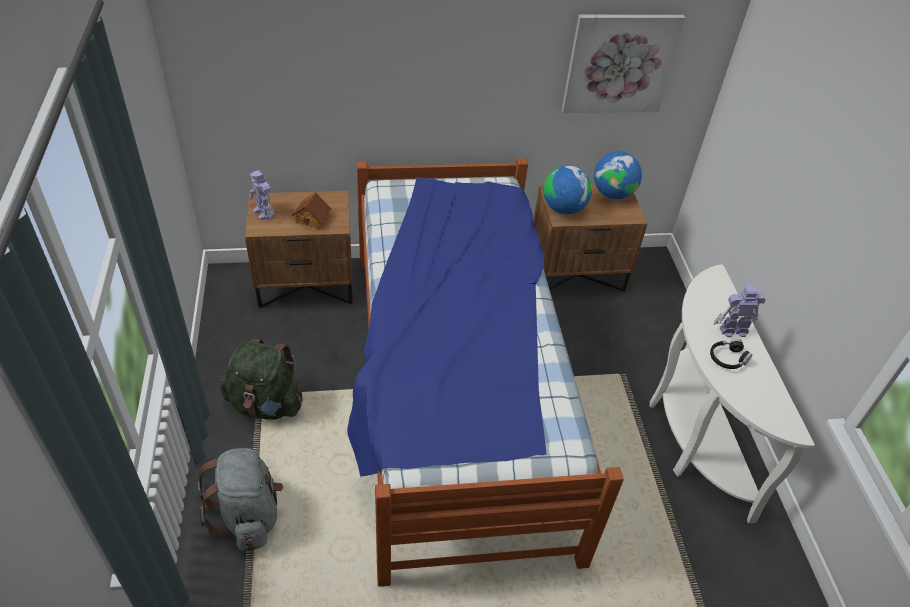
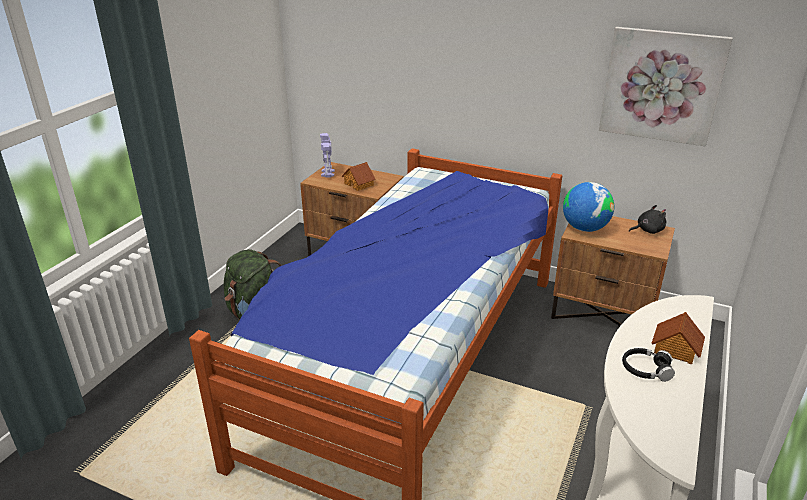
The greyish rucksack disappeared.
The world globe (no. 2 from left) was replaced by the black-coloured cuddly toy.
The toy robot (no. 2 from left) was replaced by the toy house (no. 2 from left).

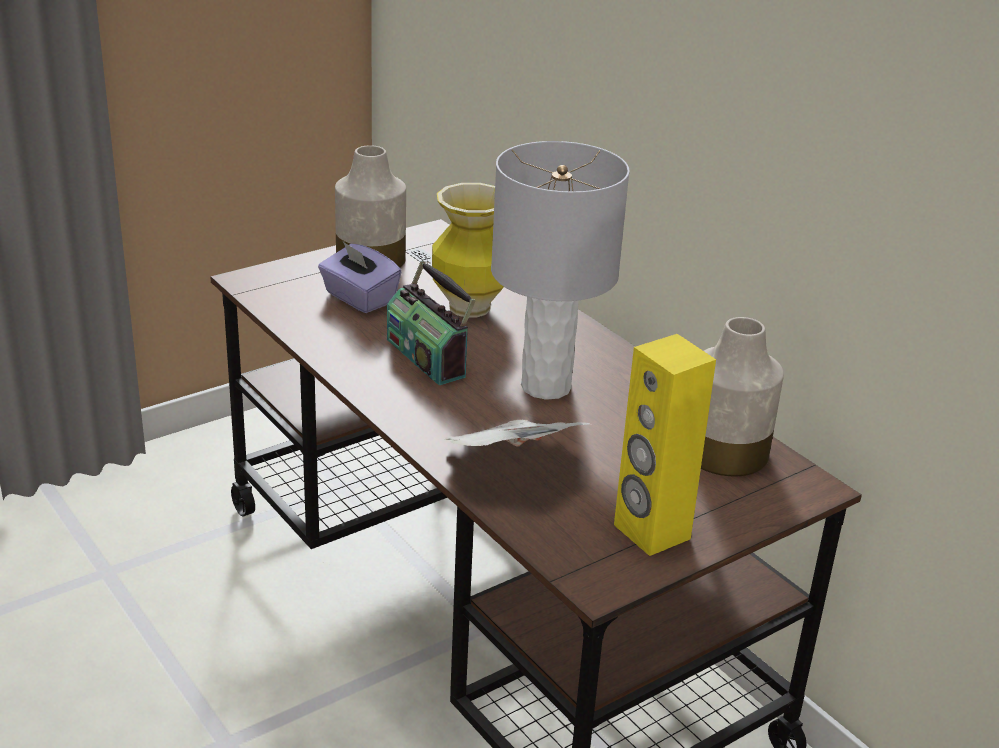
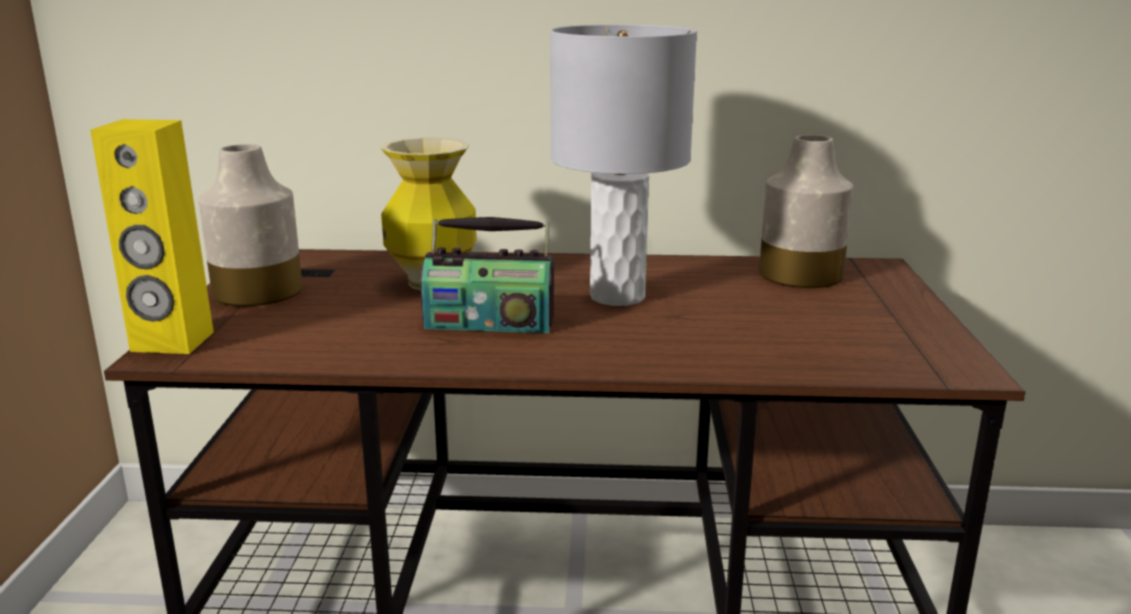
The purplish box of tissues disappeared.
The newspaper disappeared.
The yellow audio speaker moved.

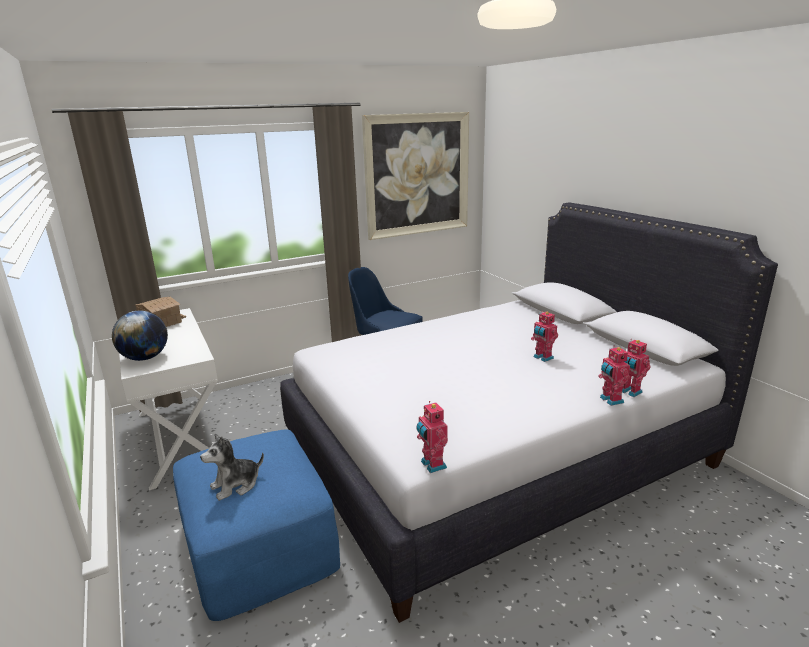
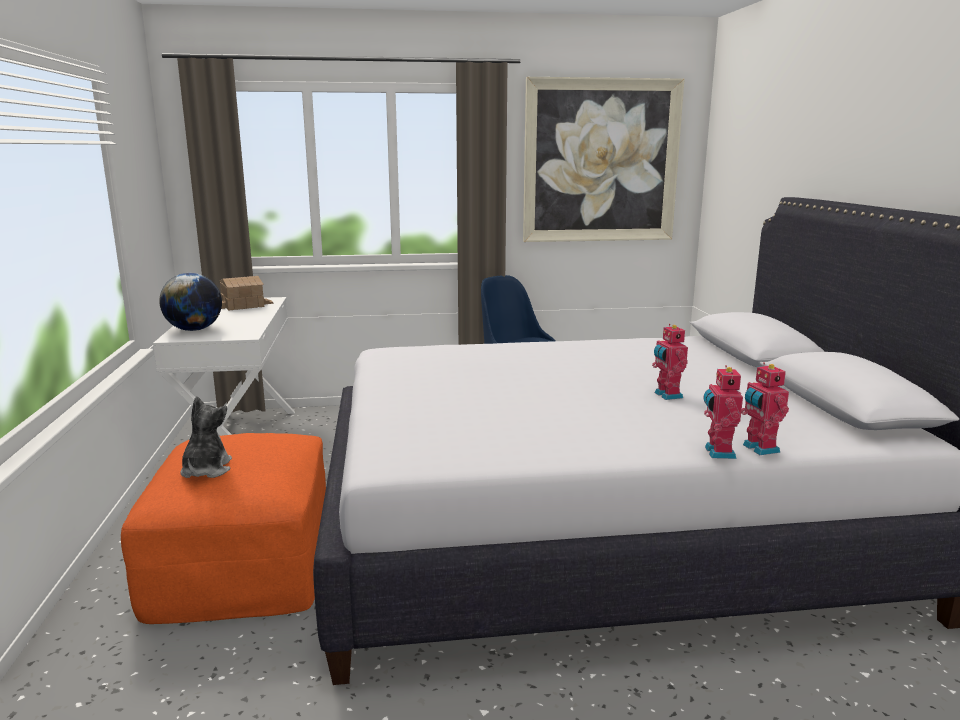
The blue ottoman became the orange-coloured ottoman.
The cuddly toy turned 105 degrees clockwise.
The toy robot (no. 1 from left) disappeared.

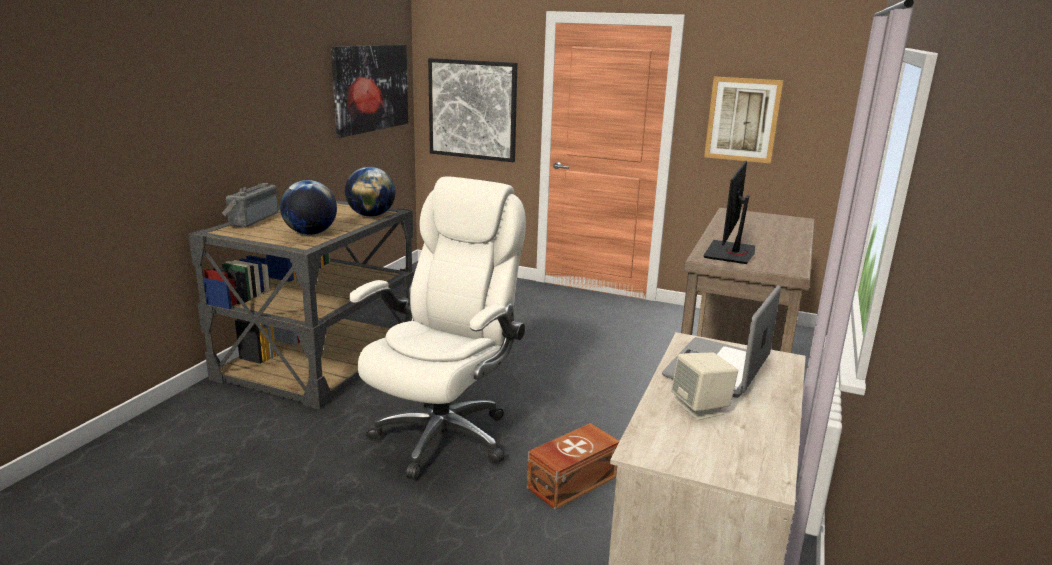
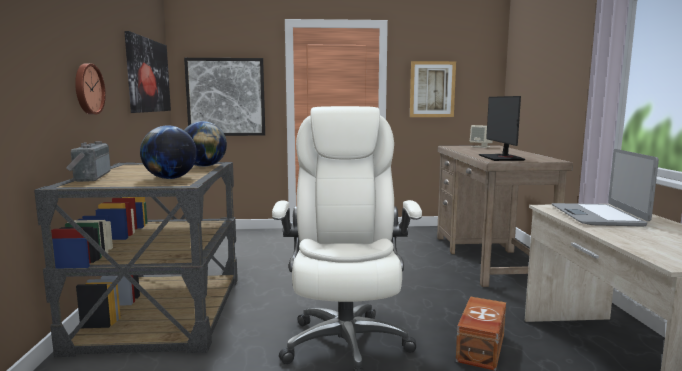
The beige-coloured audio speaker moved.
The hanging clock appeared.

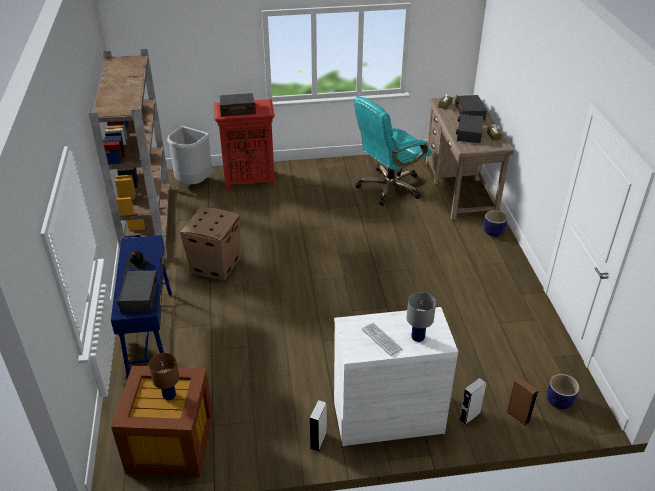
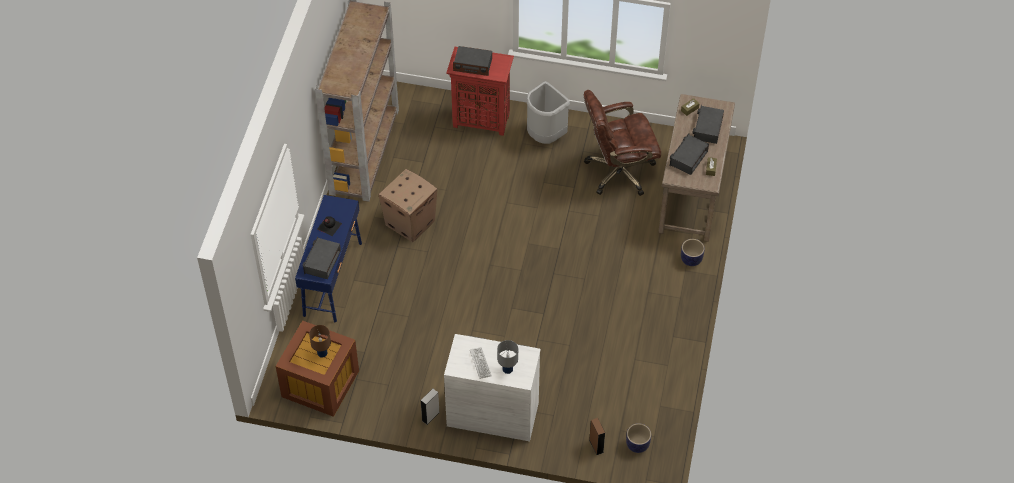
The greyish waste bin moved.
The blue-green desk chair became the brown desk chair.
The greyish audio speaker (no. 2 from left) disappeared.

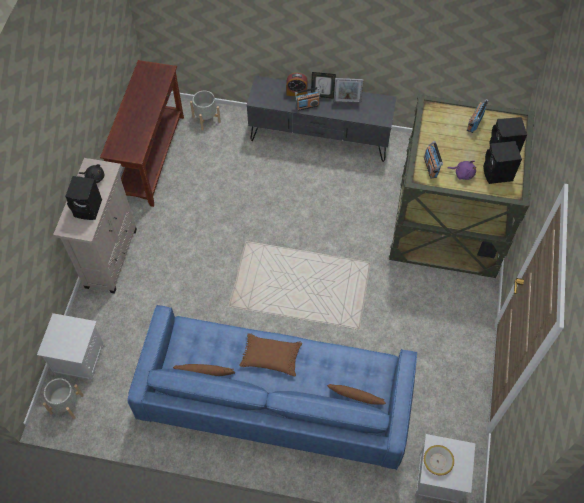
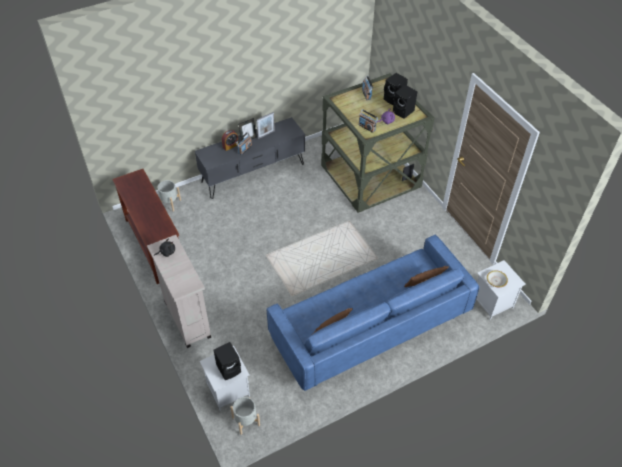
The black-coloured audio speaker (no. 1 from left) moved.
The brown throw pillow (no. 2 from left) disappeared.

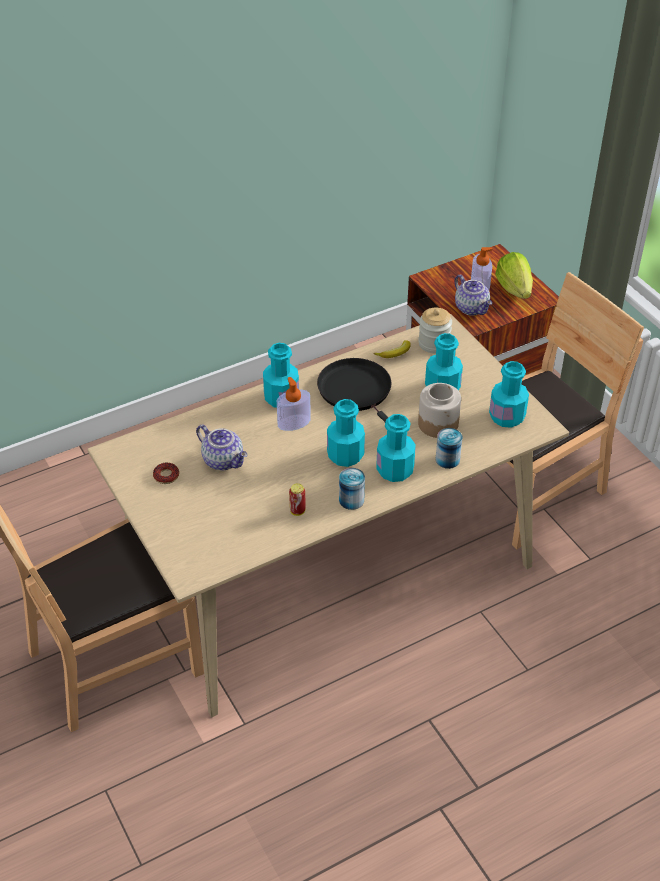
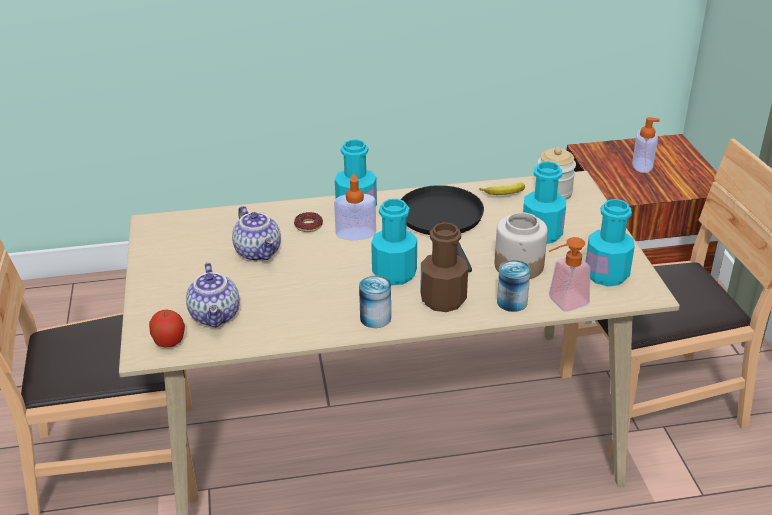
The donut moved.
The can (no. 1 from left) disappeared.
The blue-green beverage bottle (no. 3 from left) became the brown beverage bottle.
The pot for tea (no. 2 from left in the first image) moved.
The lettuce disappeared.
The whole apple appeared.
The soap bottle (no. 2 from left) appeared.

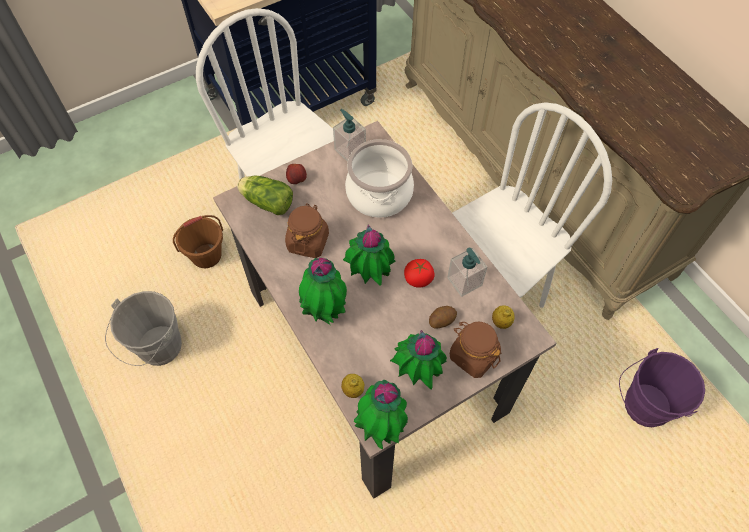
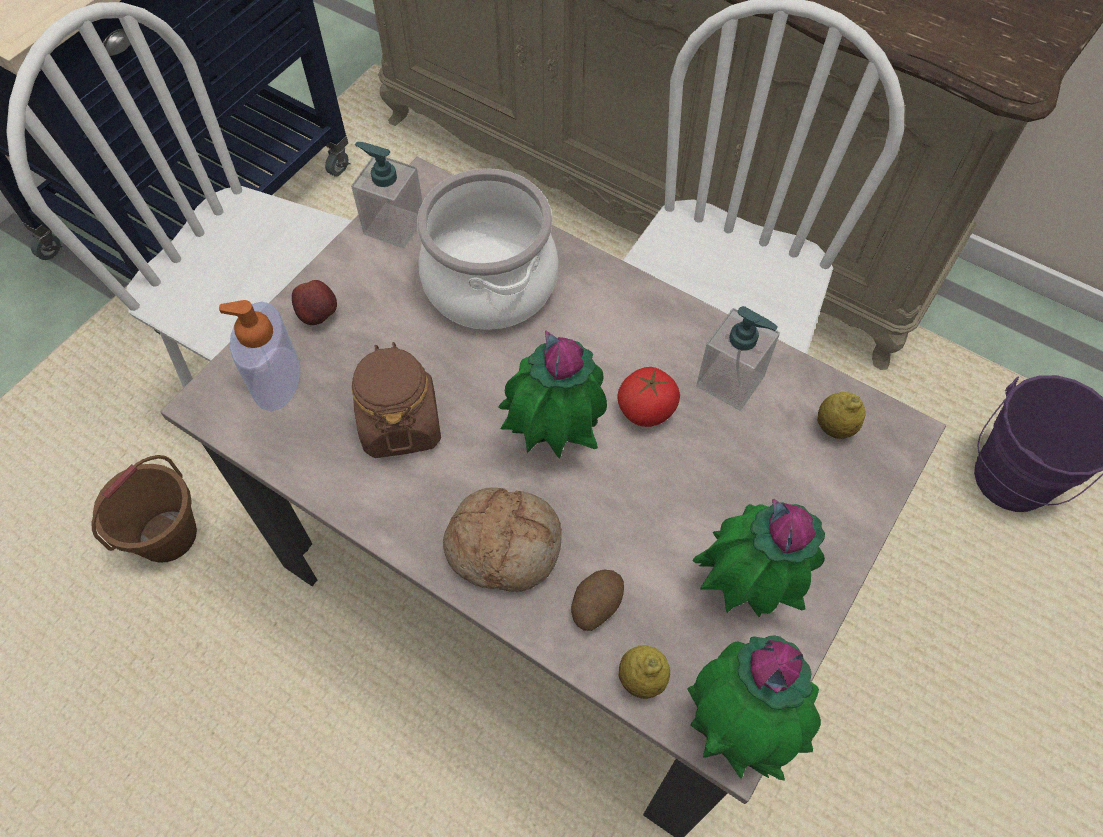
The greyish bucket disappeared.
The lettuce was replaced by the soap bottle (no. 1 from left).
The houseplant (no. 1 from left) was replaced by the bakery bread.
The whole potato moved.
The brown preserve jar (no. 2 from left) disappeared.

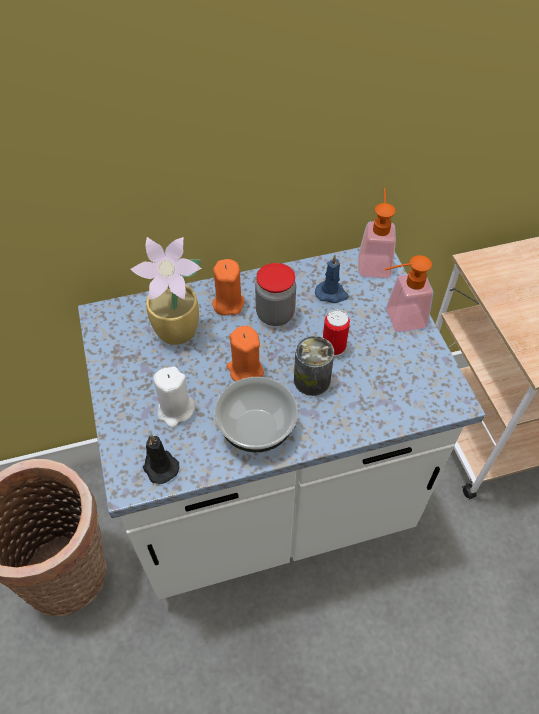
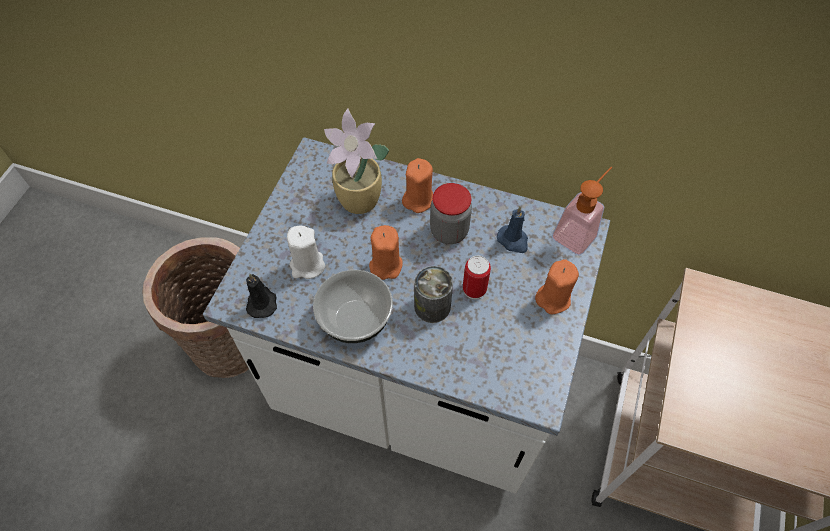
The soap bottle (no. 2 from left) was replaced by the orange-coloured wax candle (no. 3 from left).

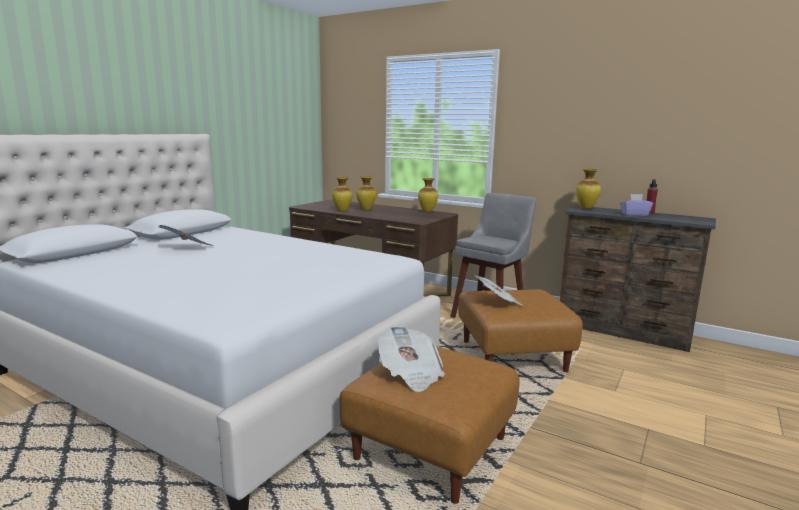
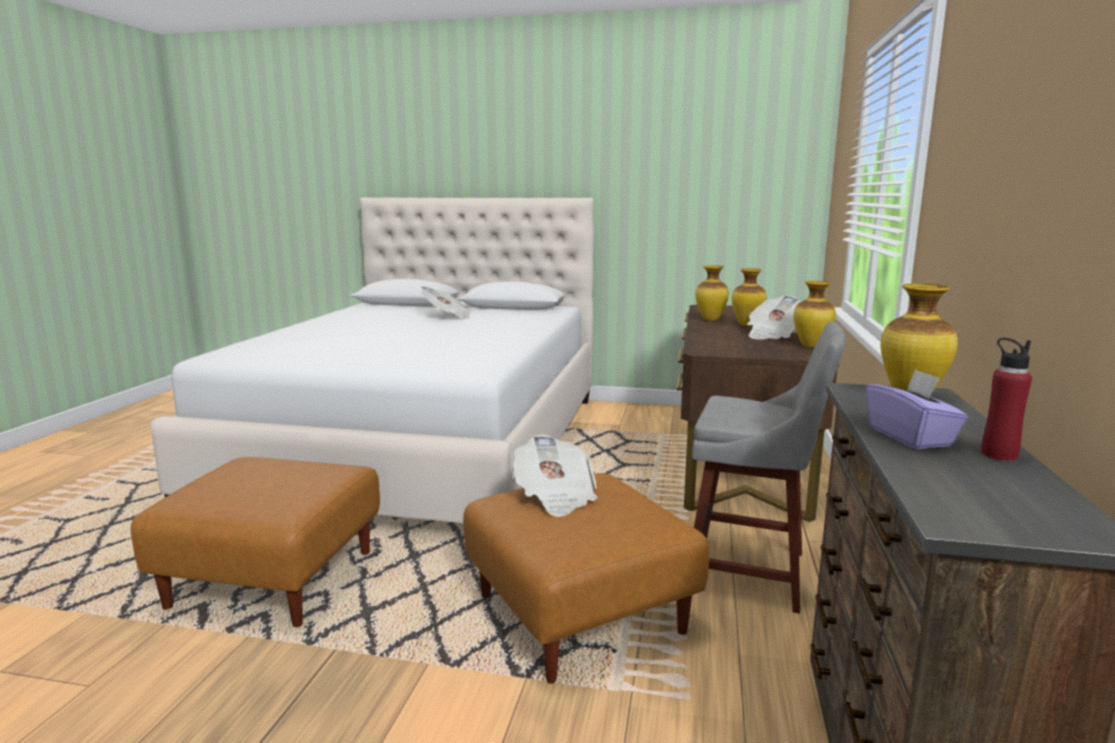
The newspaper (no. 2 from left in the first image) moved.

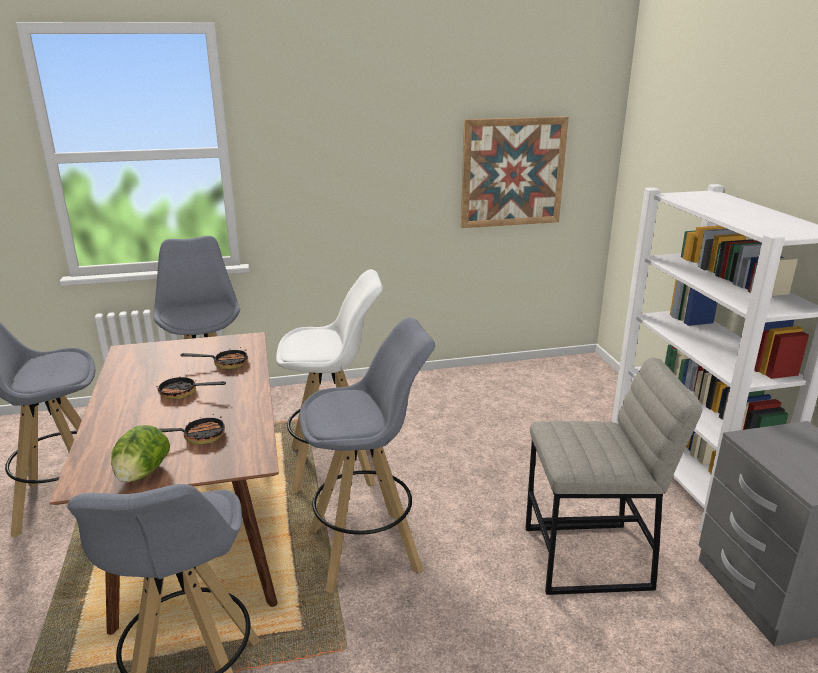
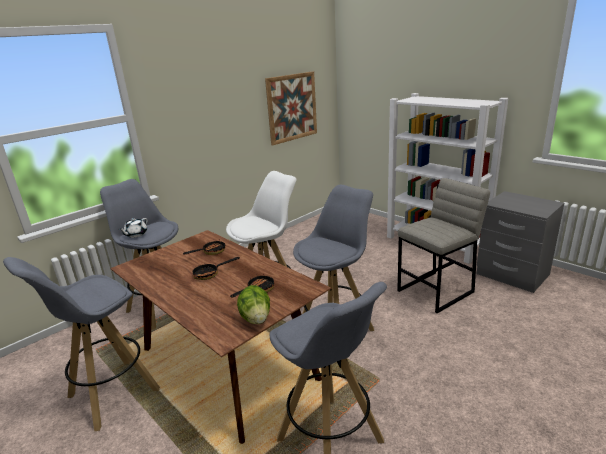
The white-coloured pot for tea appeared.

